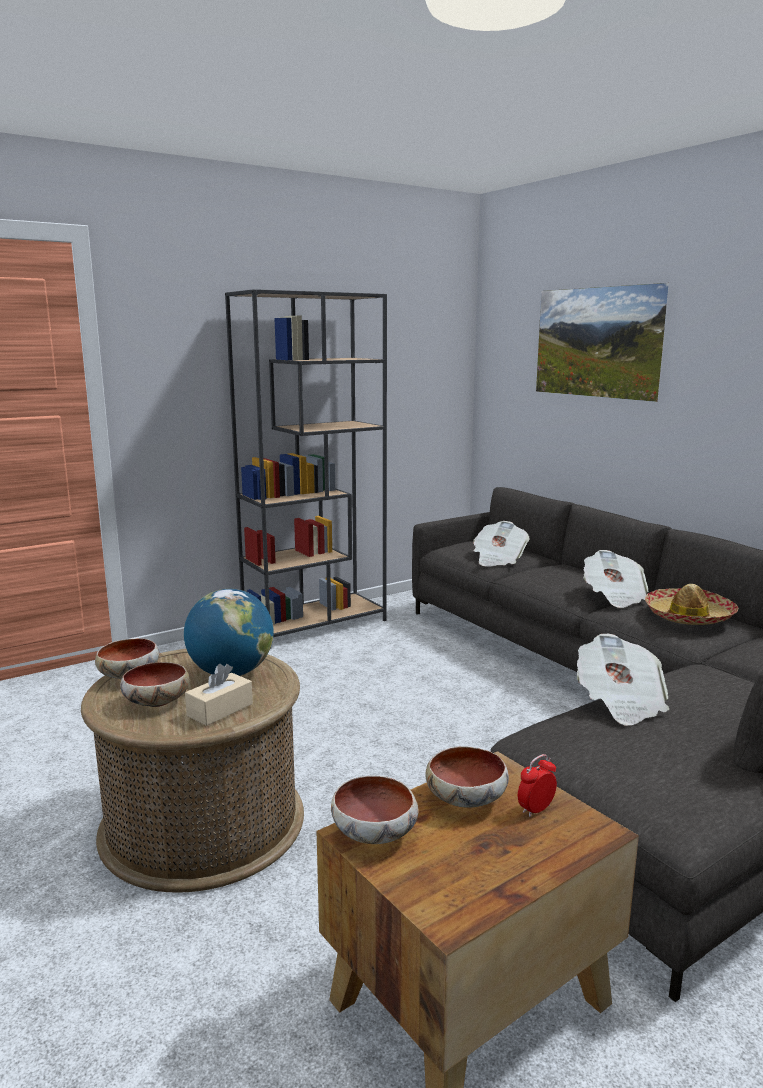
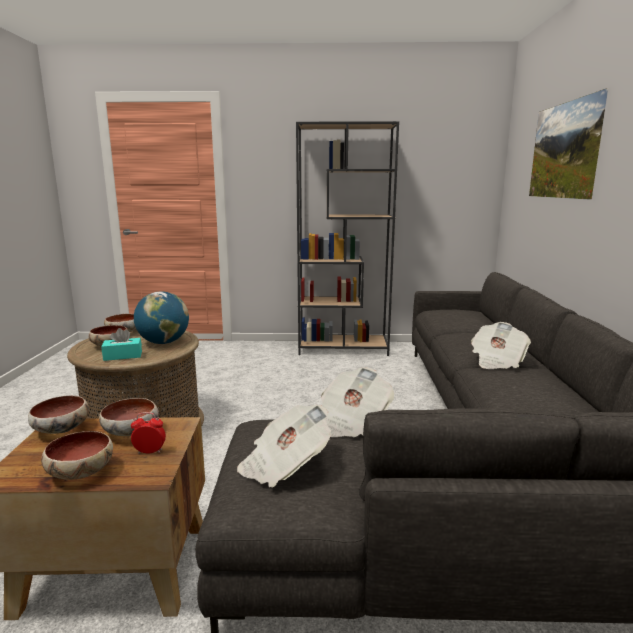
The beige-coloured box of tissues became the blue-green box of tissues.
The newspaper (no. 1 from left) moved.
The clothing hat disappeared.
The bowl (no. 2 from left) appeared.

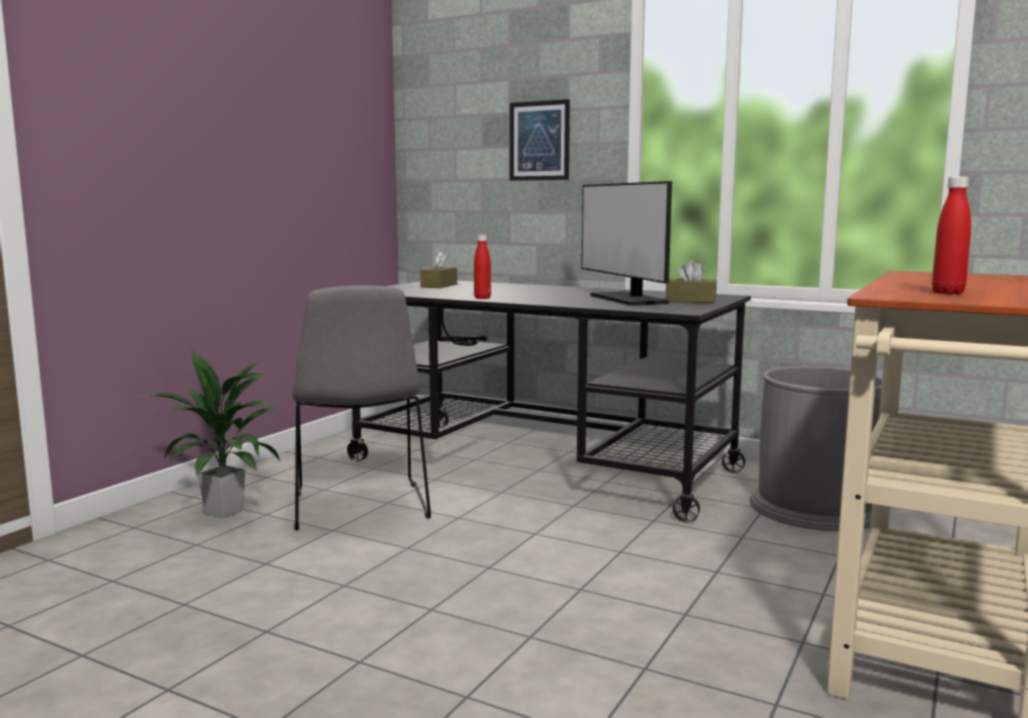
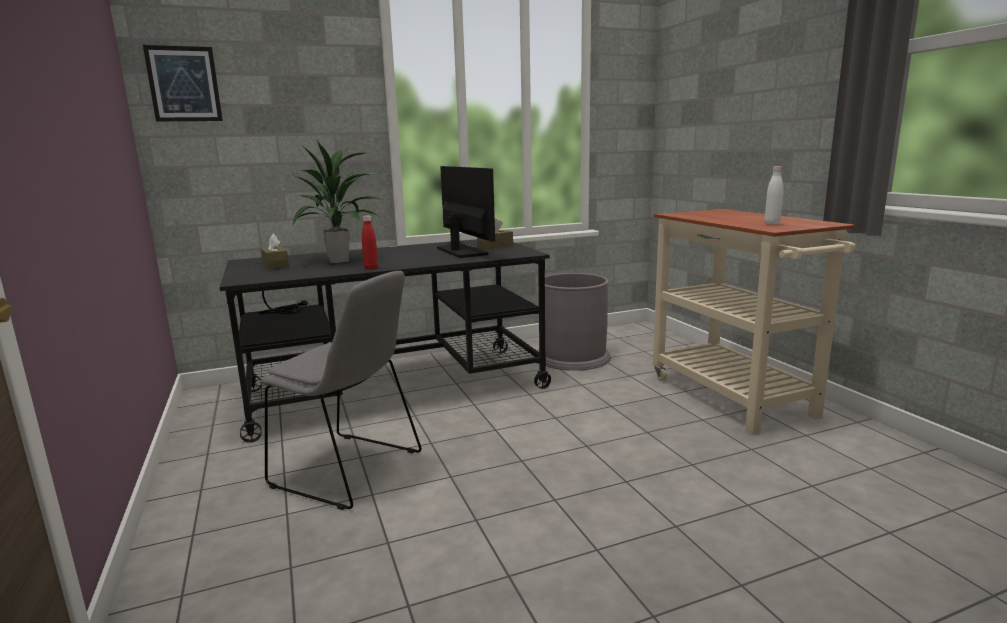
The houseplant moved.
The picture moved.
The computer screen turned 135 degrees counterclockwise.
The red beverage bottle (no. 2 from left) became the white-coloured beverage bottle.

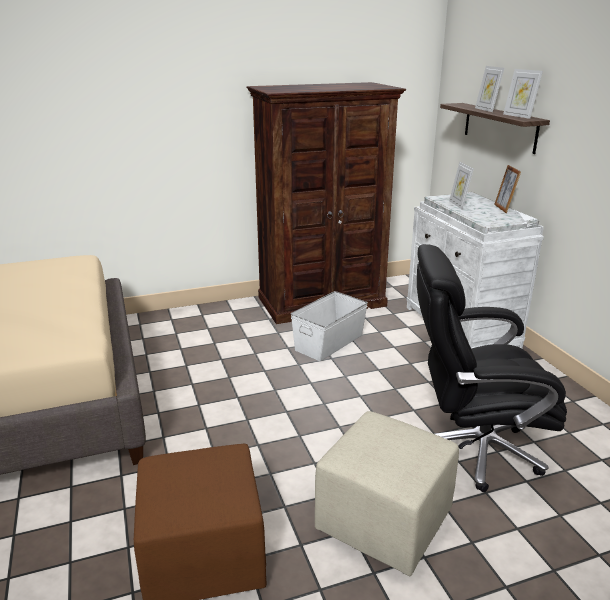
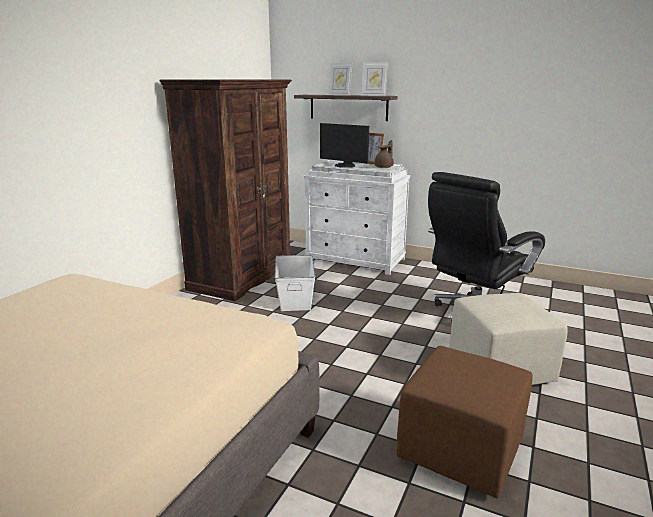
The photo frame (no. 1 from left) was replaced by the computer screen.
The brown pot for tea appeared.

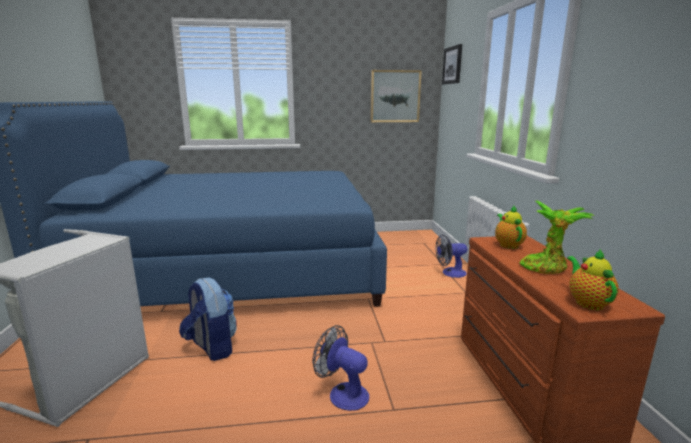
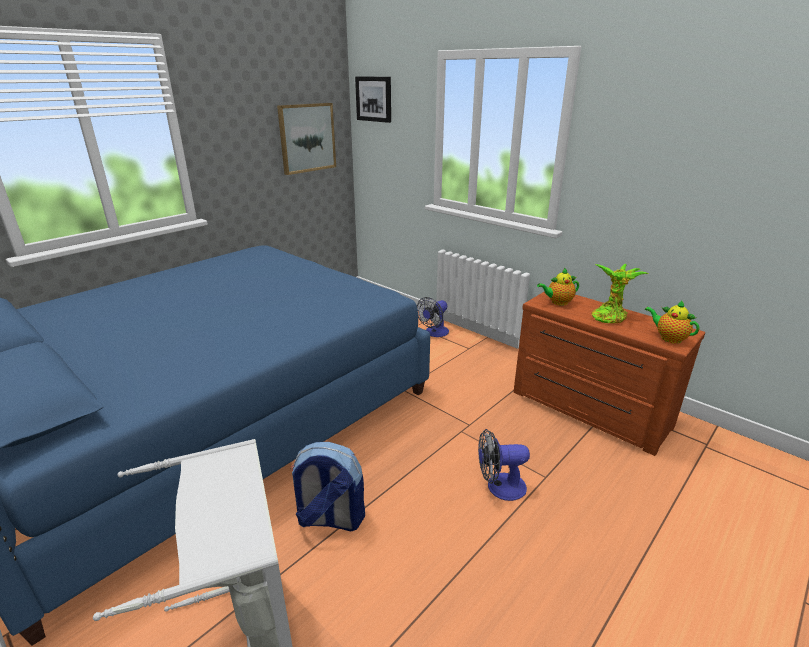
The pot for tea (no. 1 from left) turned 60 degrees counterclockwise.

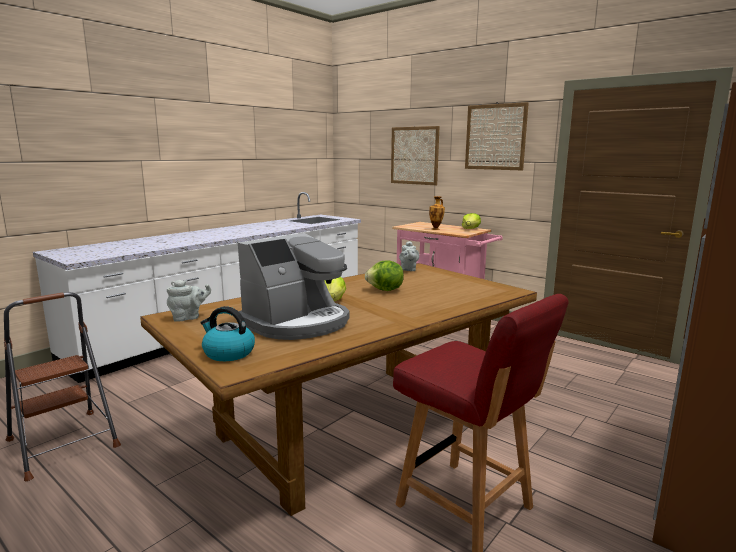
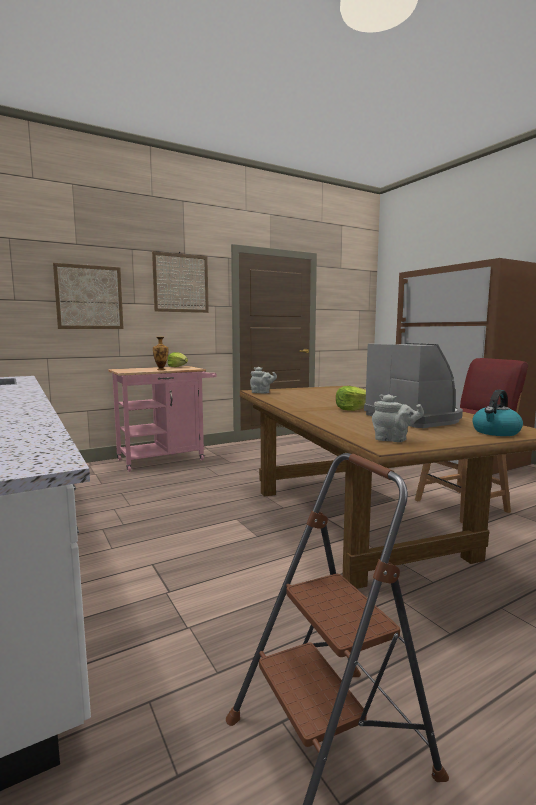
The greyish pot for tea (no. 1 from left in the first image) turned 120 degrees clockwise.
The lettuce (no. 2 from left) disappeared.

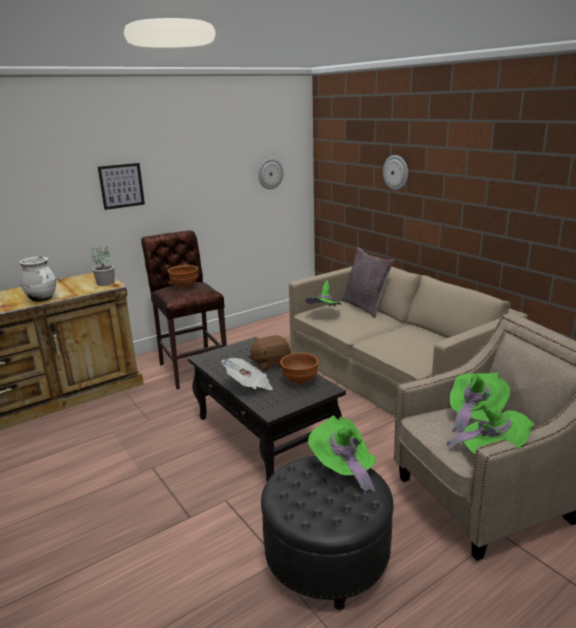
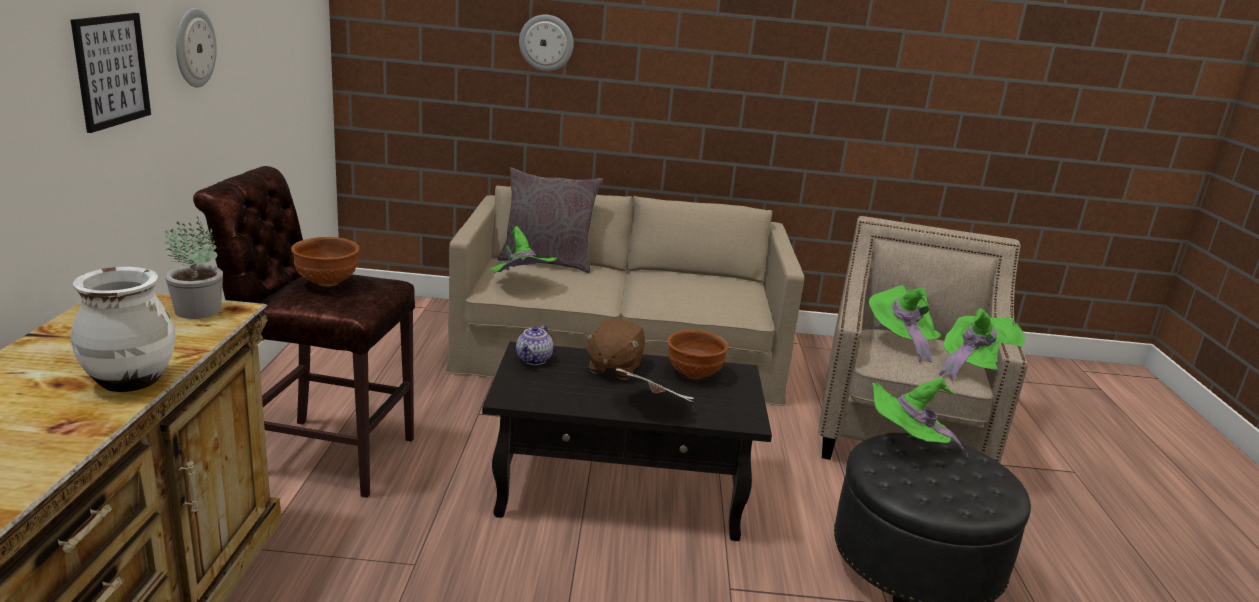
The hanging clock (no. 1 from left) moved.
The pot for tea appeared.

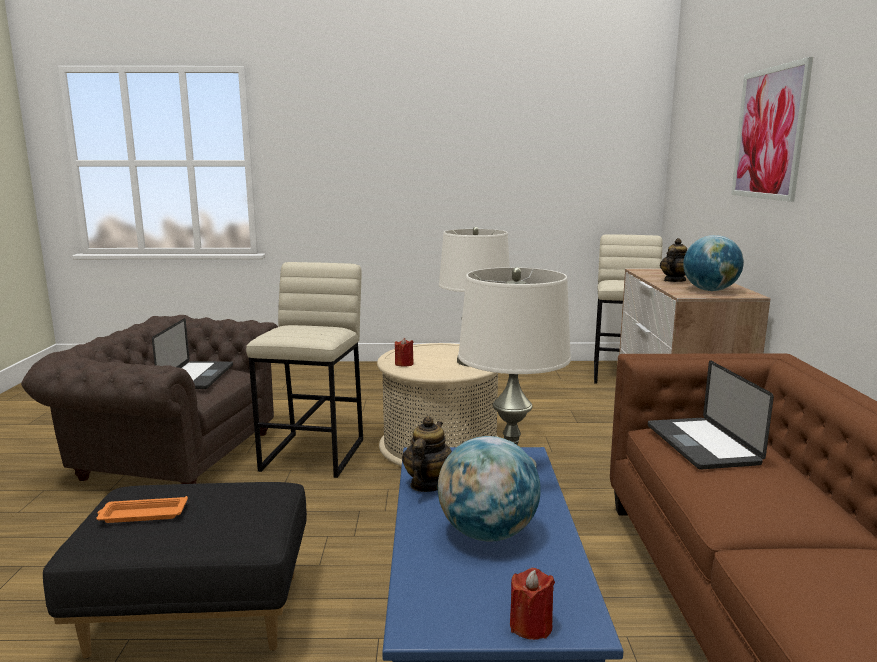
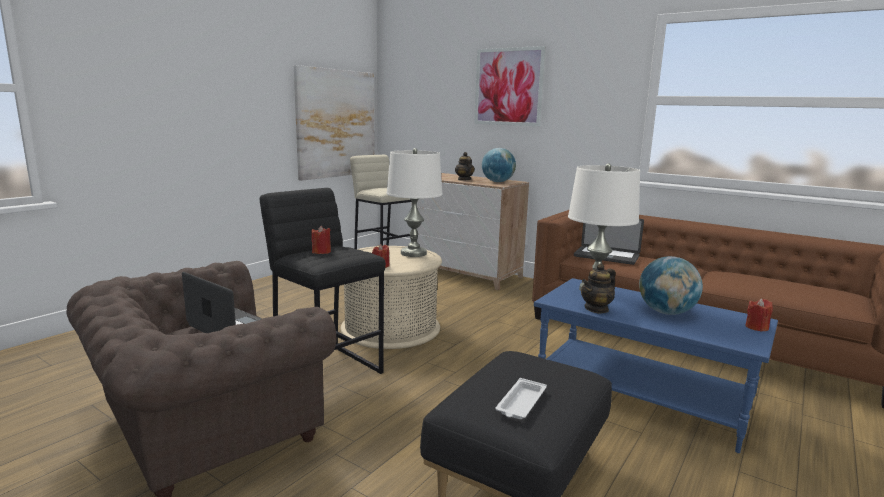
The orange-coloured tray became the white-coloured tray.
The beige-coloured stool seat (no. 1 from left) became the black-coloured stool seat.
The pot for tea (no. 1 from left in the first image) turned 90 degrees counterclockwise.
The picture (no. 1 from left) appeared.
The red wax candle (no. 1 from left) appeared.

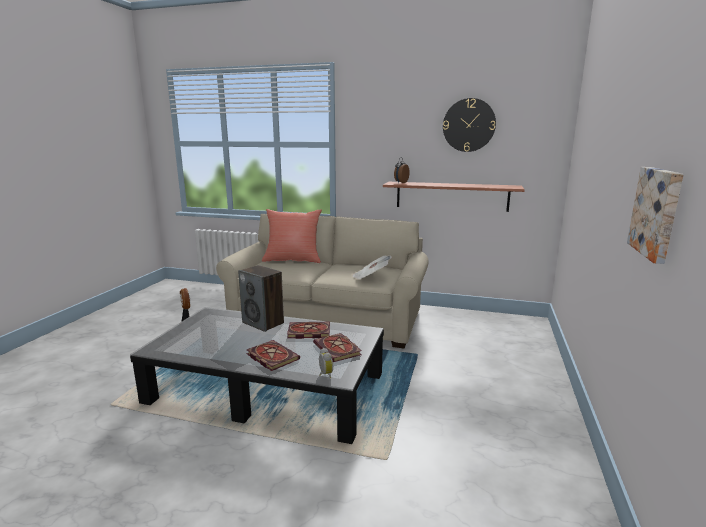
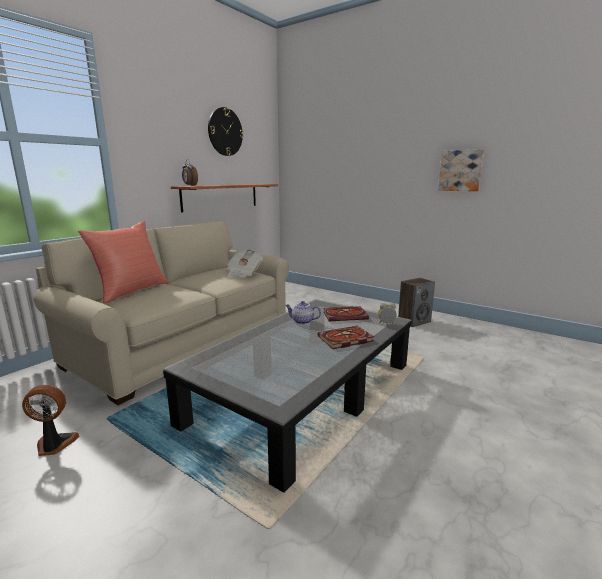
The audio speaker moved.
The volume (no. 2 from left) was replaced by the pot for tea.

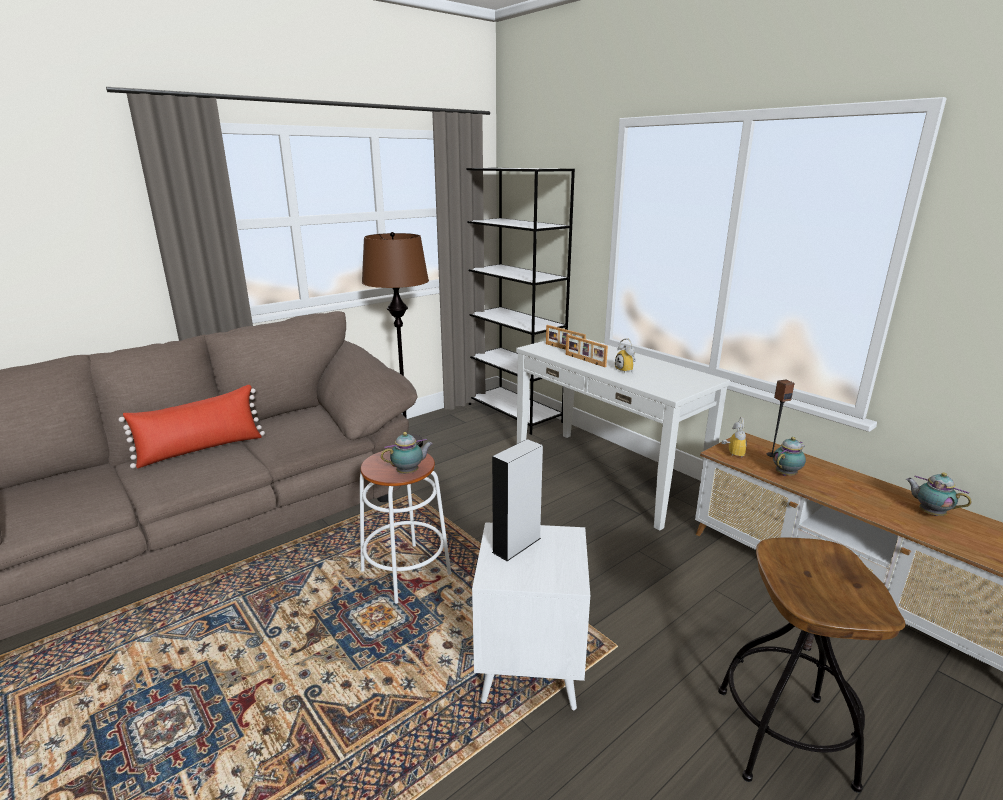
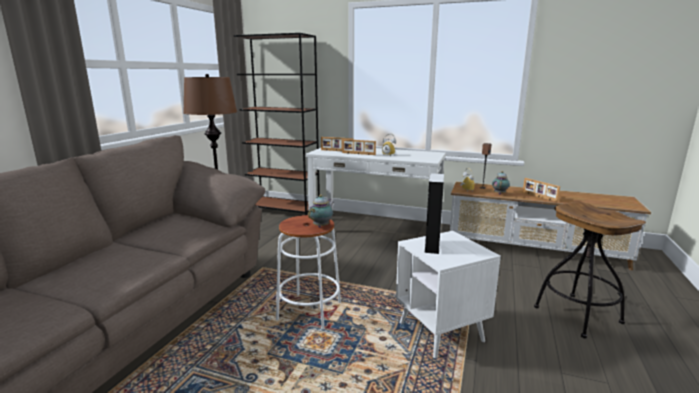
The red throw pillow disappeared.
The white-coloured shelving unit became the brown shelving unit.
The pot for tea (no. 3 from left) disappeared.
The photo frame (no. 3 from left) appeared.

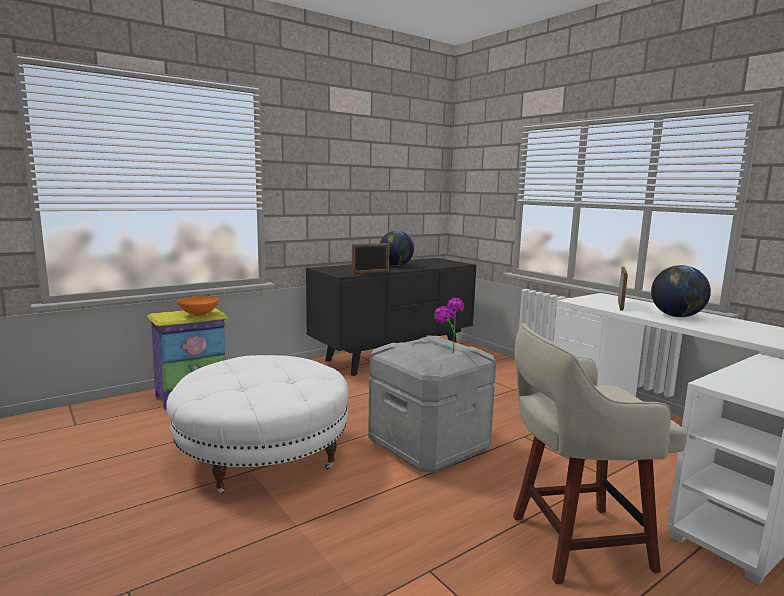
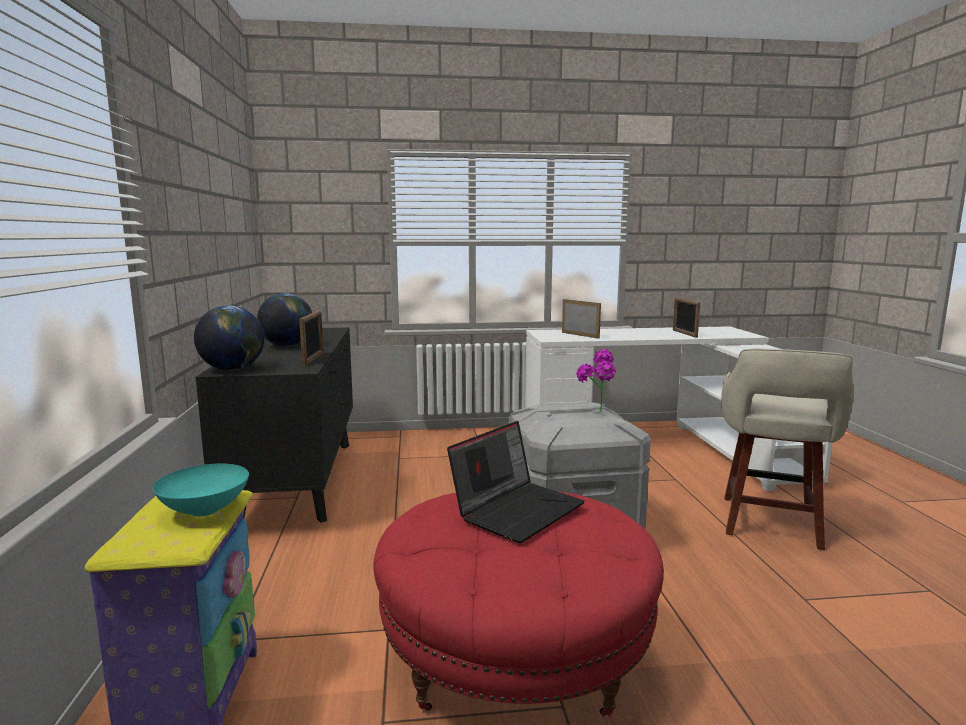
The white-coloured ottoman became the red ottoman.
The orange-coloured bowl became the blue-green bowl.
The world globe (no. 2 from left in the first image) moved.
The laptop appeared.
The photo frame (no. 3 from left) appeared.

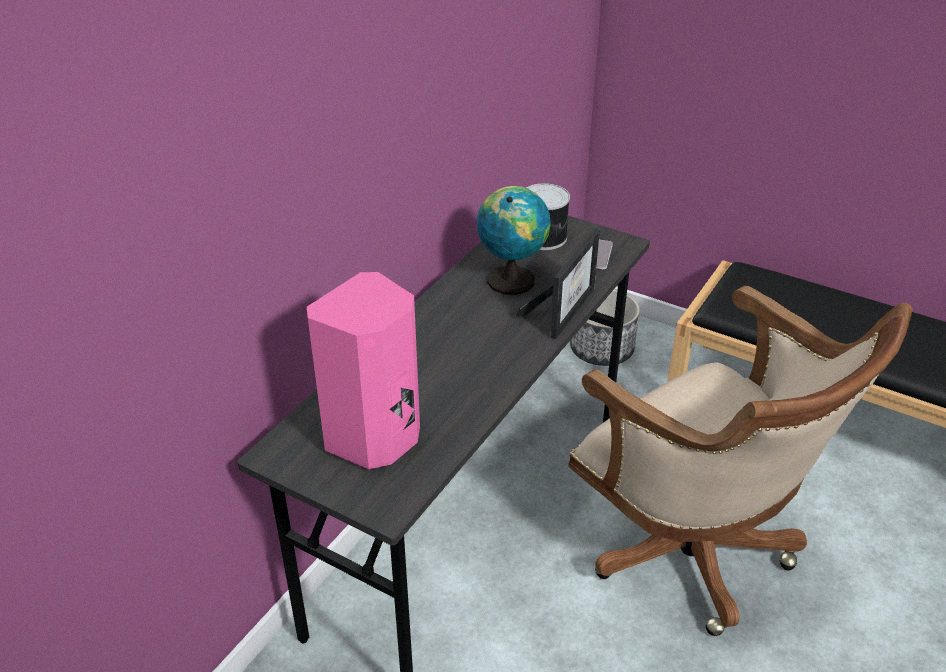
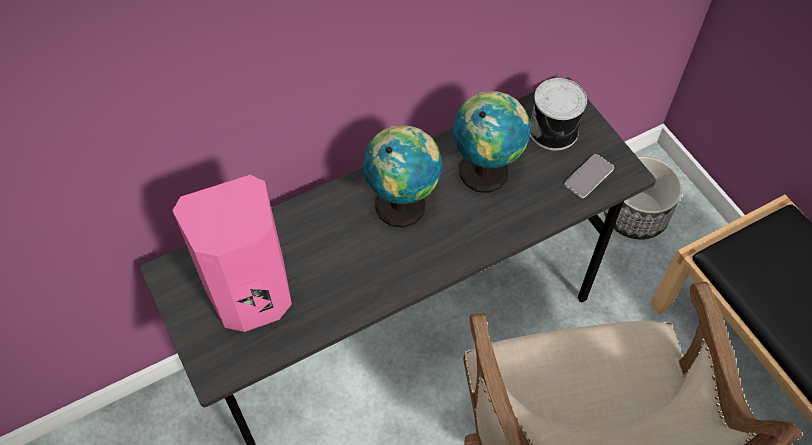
The photo frame disappeared.
The world globe (no. 1 from left) appeared.

